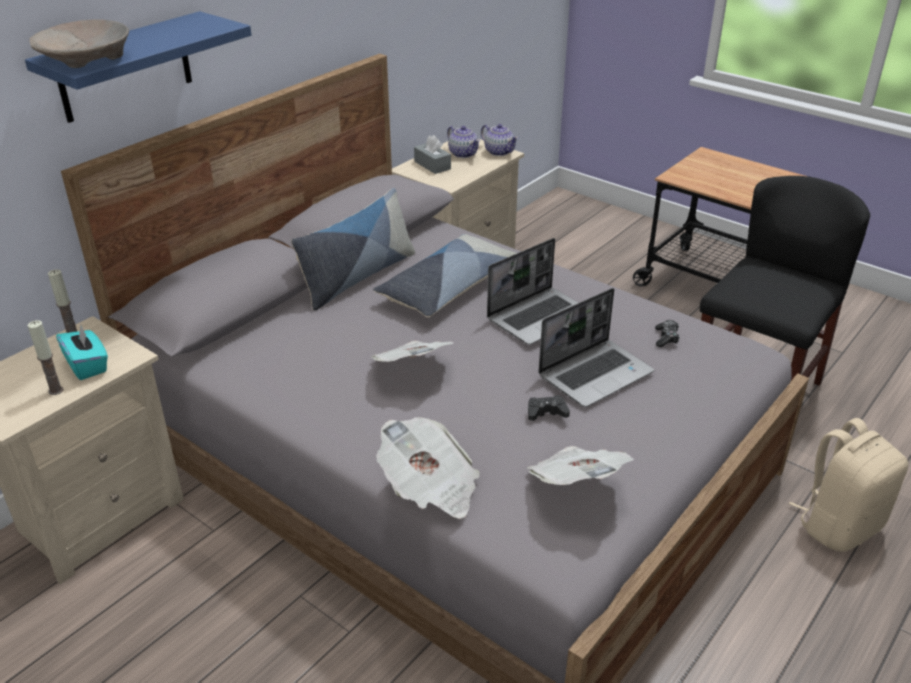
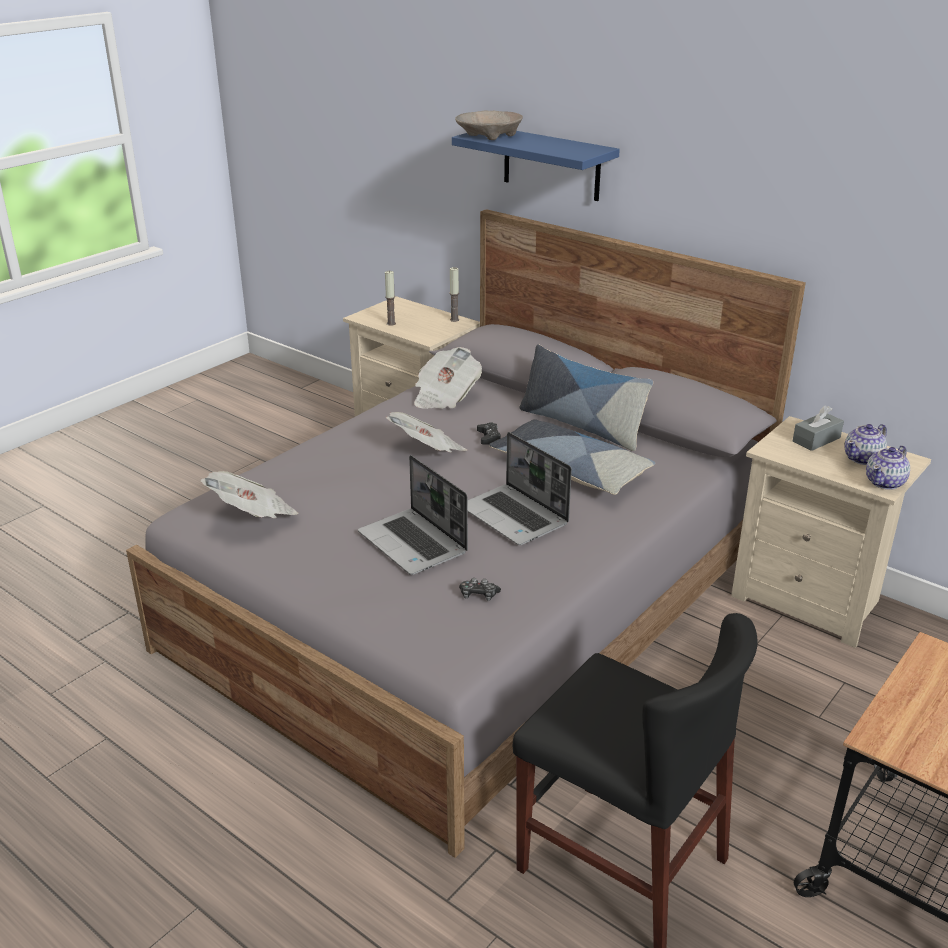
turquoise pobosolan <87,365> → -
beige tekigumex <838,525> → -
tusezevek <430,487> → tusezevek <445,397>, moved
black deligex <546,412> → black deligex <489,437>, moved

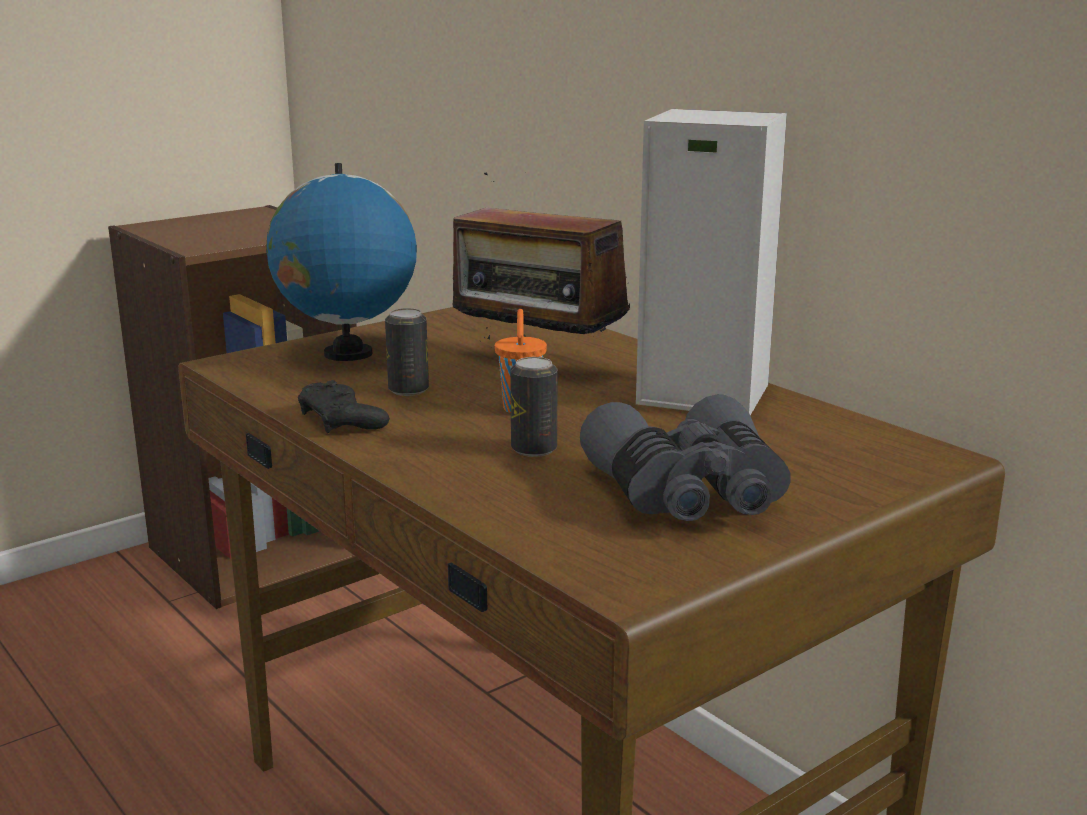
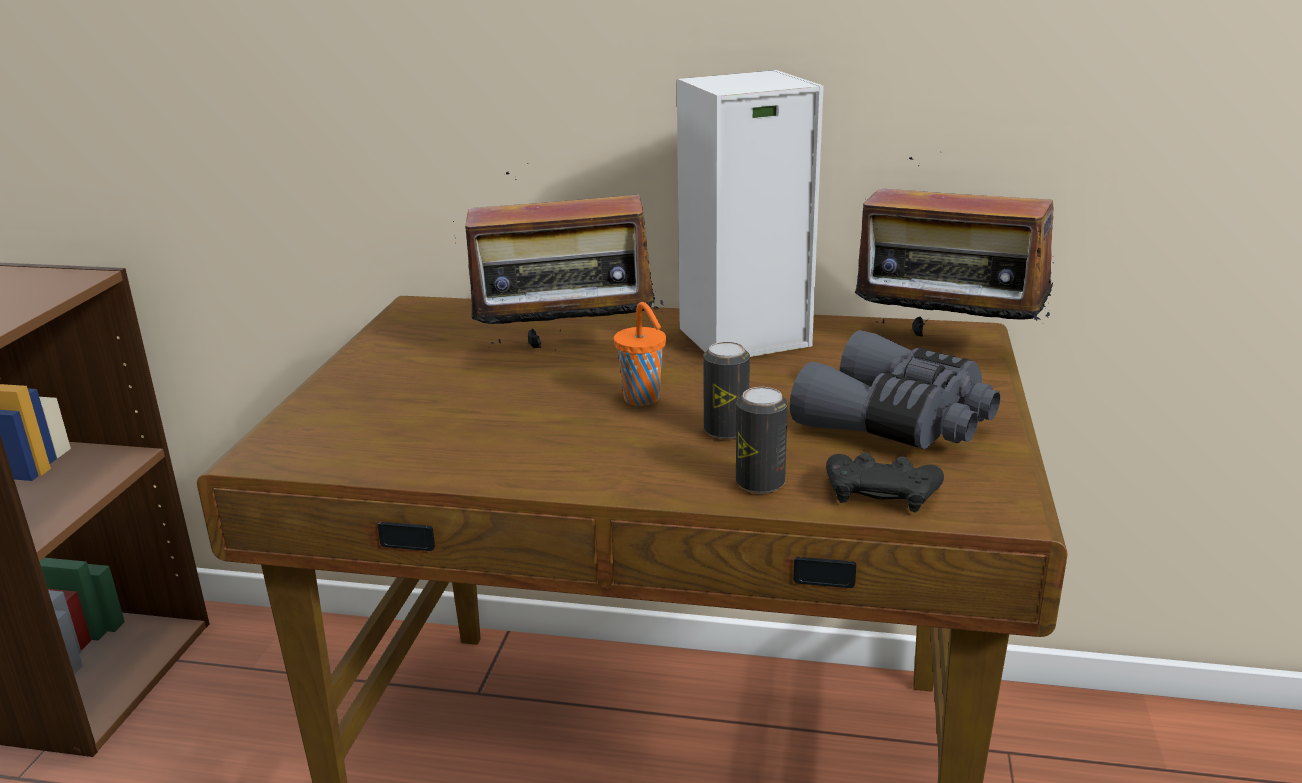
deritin <347,354> → -
- → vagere <945,347>
black deligex <342,420> → black deligex <881,493>, moved
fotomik <408,390> → fotomik <760,483>, moved

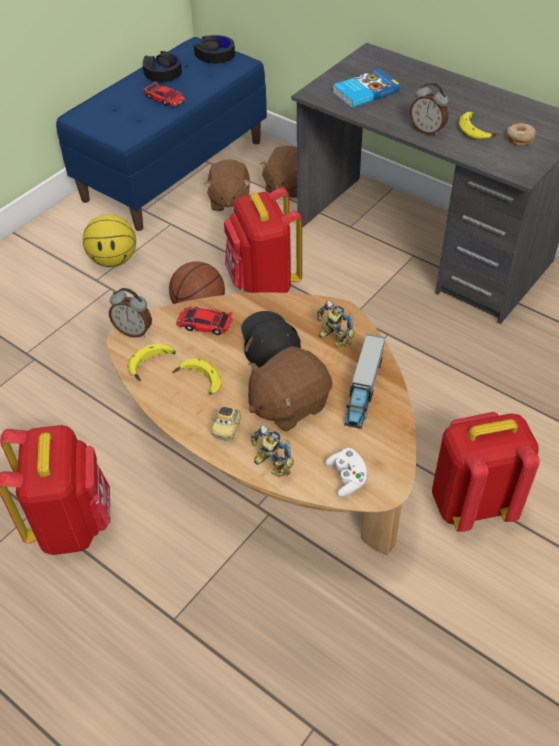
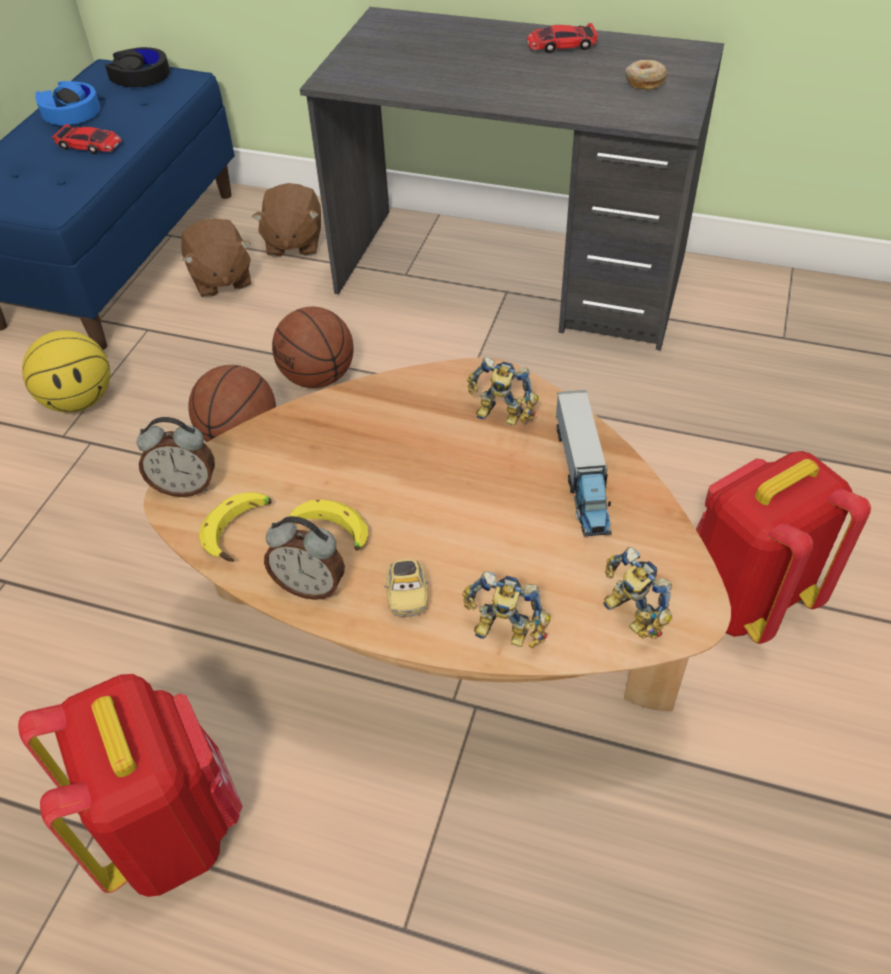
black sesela <269,342> → -
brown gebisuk <288,405> → -
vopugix <364,92> → -
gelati <477,130> → -
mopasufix <204,324> → mopasufix <561,45>, moved
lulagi <427,130> → lulagi <310,586>, moved
red tekigumex <263,283> → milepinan <318,377>
white deligex <347,478> → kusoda <628,615>
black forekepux <162,72> → blue forekepux <70,112>

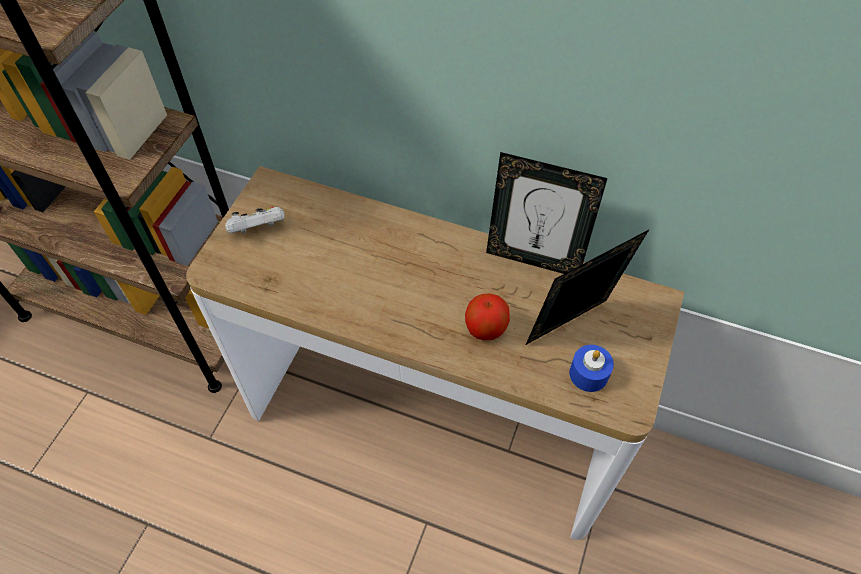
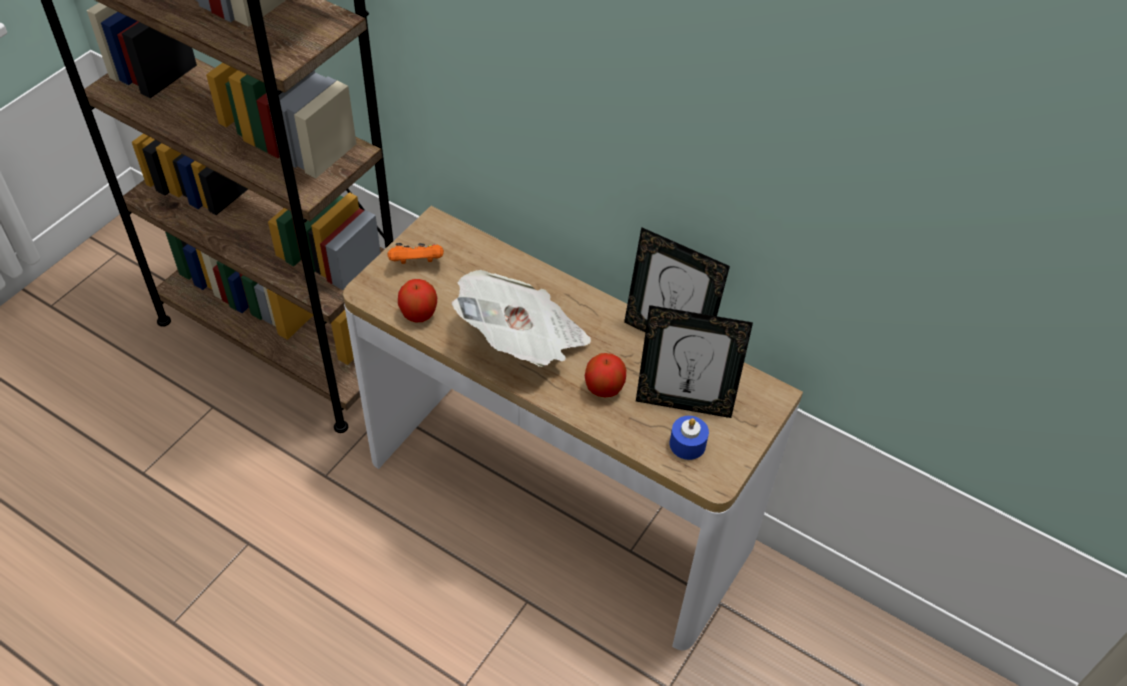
- → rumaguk <418,314>
- → tusezevek <523,341>
white deligex <258,230> → orange deligex <416,263>
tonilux <571,328> → tonilux <684,403>, 150 degrees counterclockwise

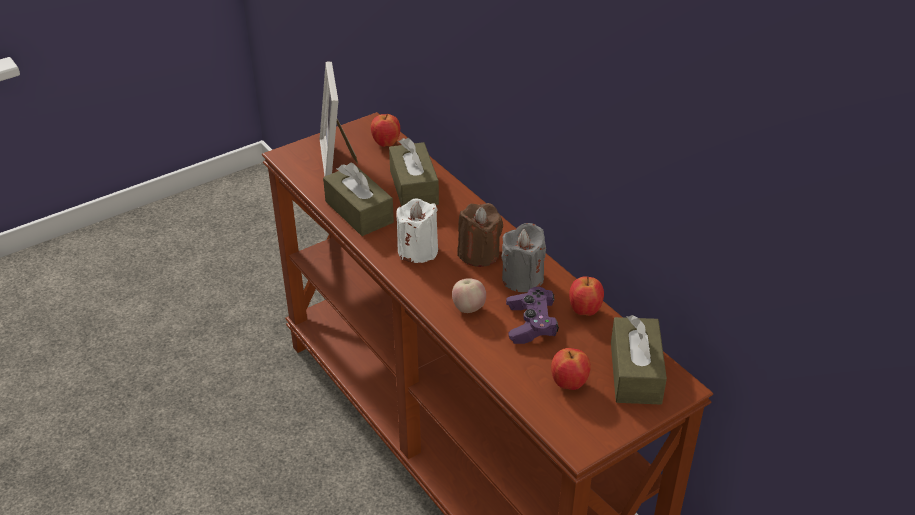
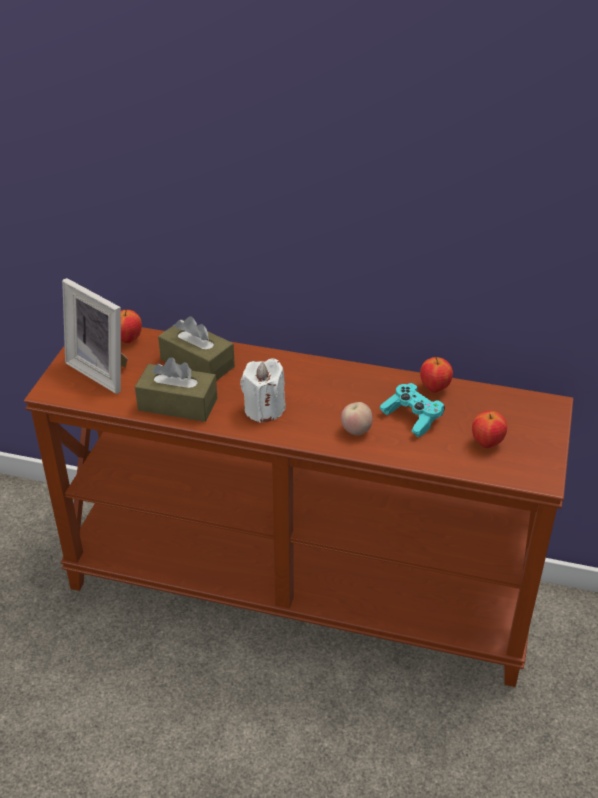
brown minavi <479,254> → -
grey minavi <522,279> → -
brown pobosolan <635,373> → -
purple deligex <531,324> → turquoise deligex <412,417>

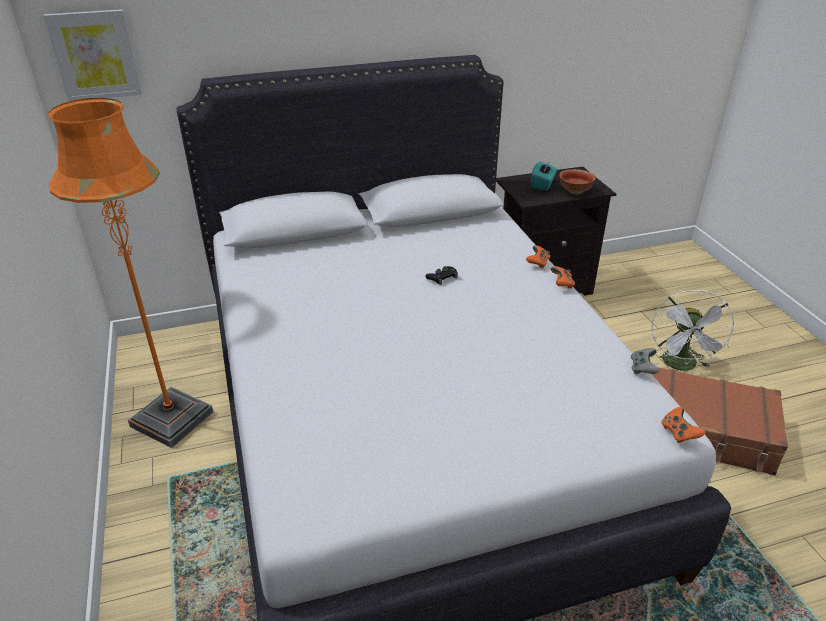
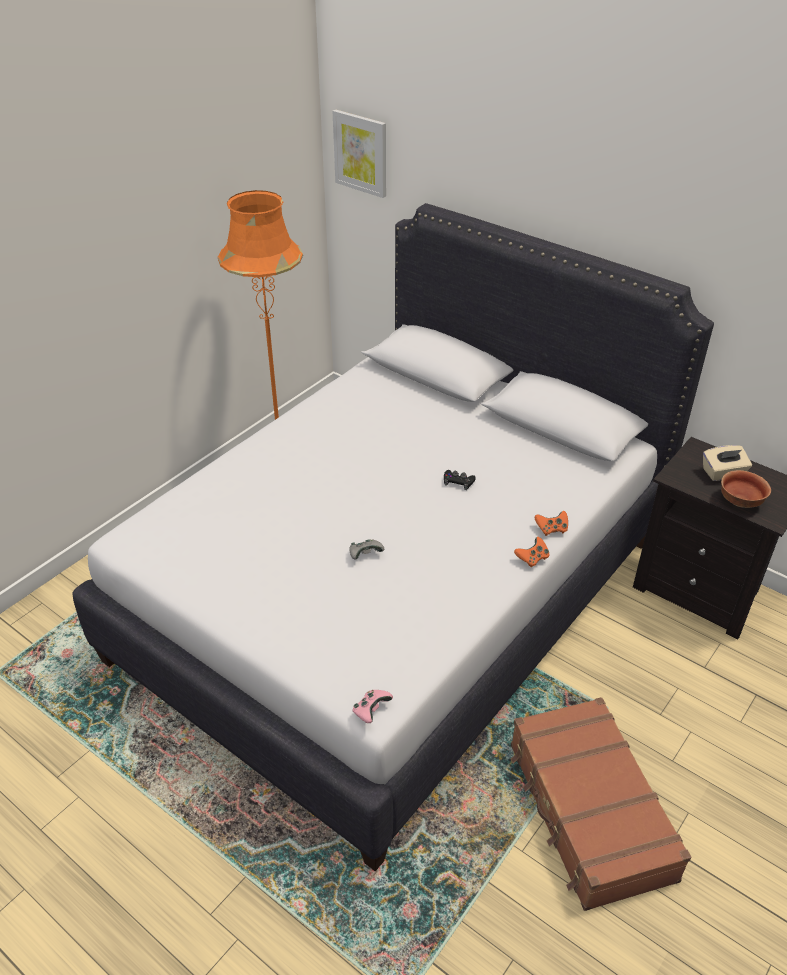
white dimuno <681,366> → -
grey deligex <642,368> → grey deligex <365,555>, moved
turquoise pobosolan <542,184> → beige pobosolan <723,473>
orange deligex <678,433> → pink deligex <371,711>

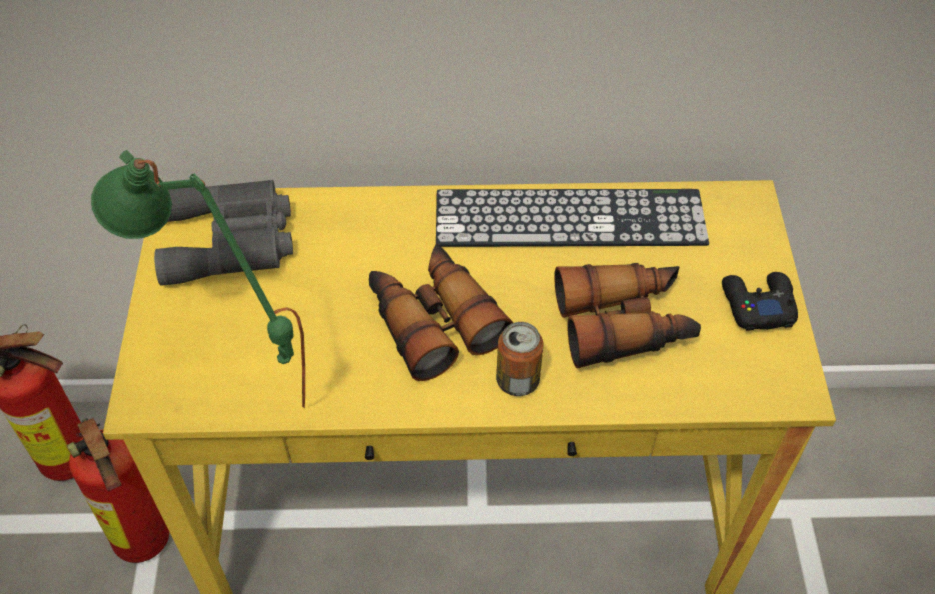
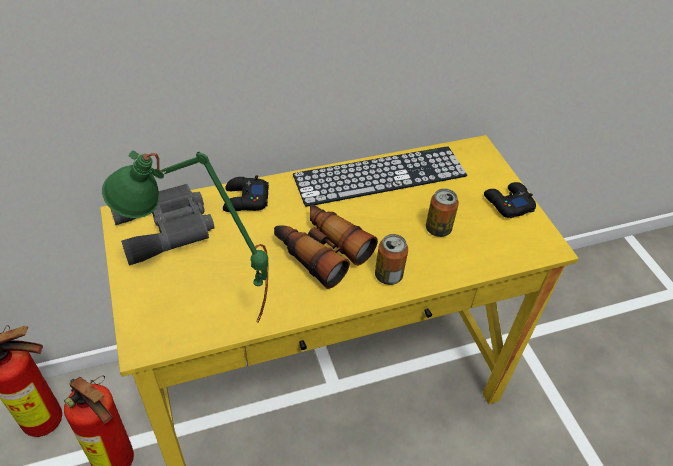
- → black deligex <245,200>
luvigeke <624,323> → fotomik <438,229>

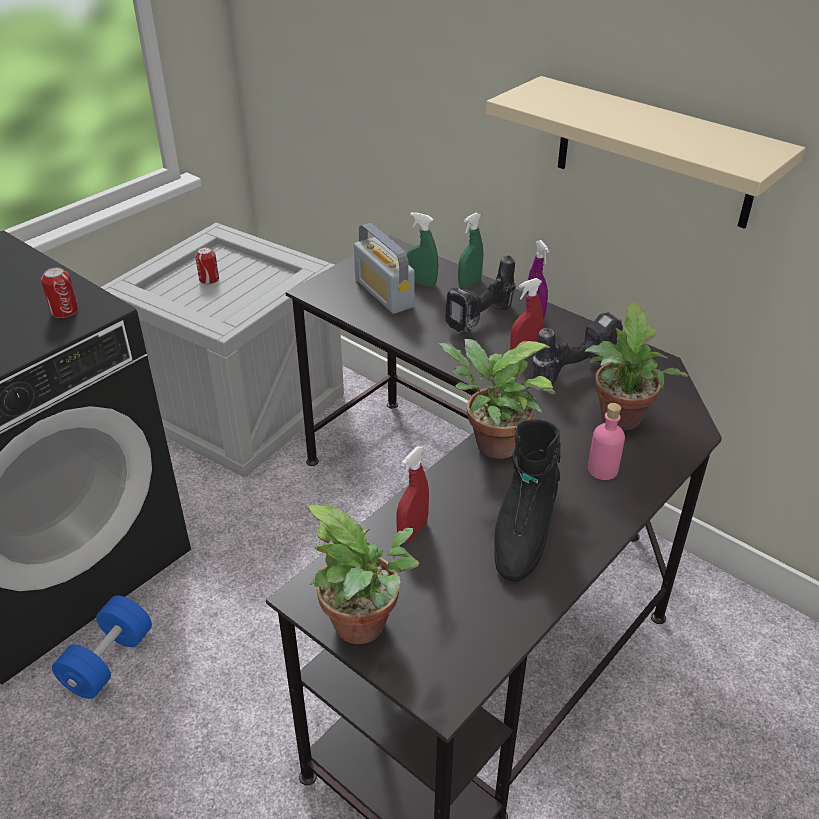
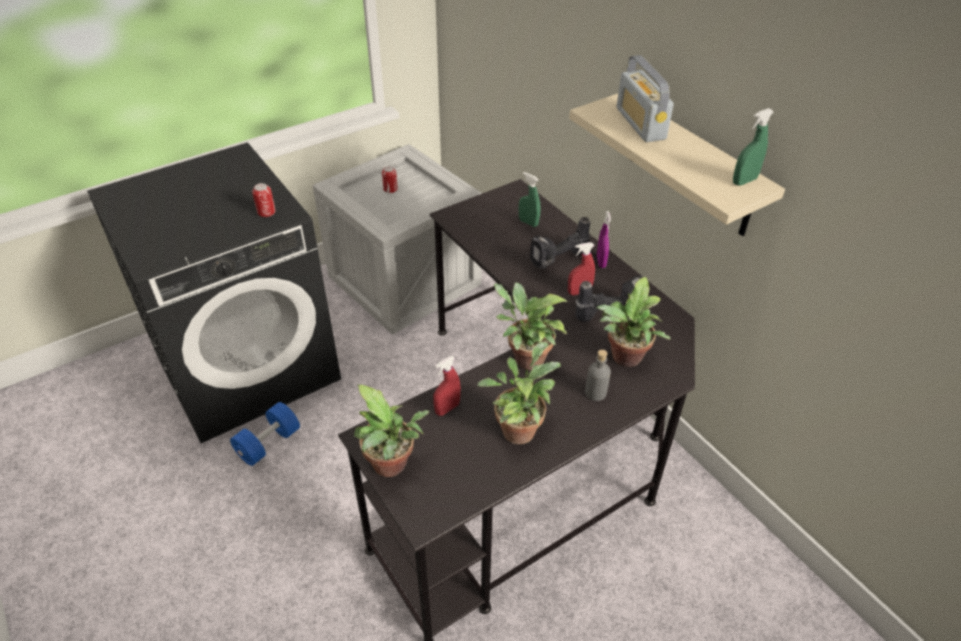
vagere <384,293> → vagere <640,123>, moved
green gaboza <469,283> → green gaboza <744,181>, moved
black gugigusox <522,535> → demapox <518,427>
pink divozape <602,469> → grey divozape <595,392>

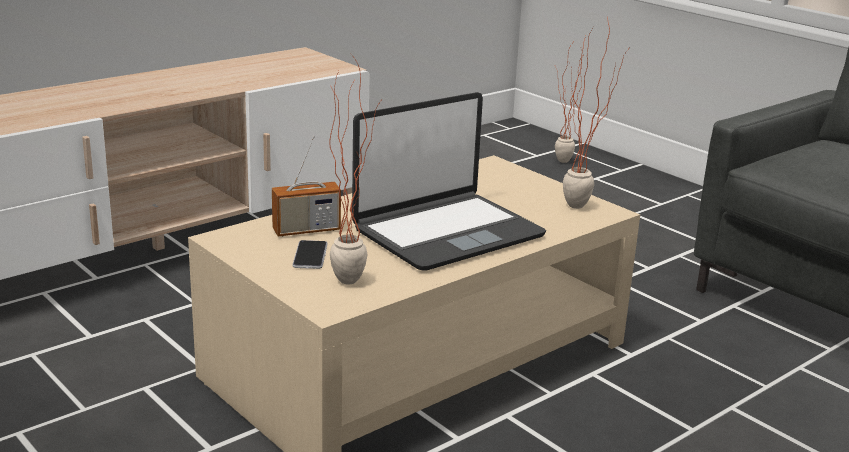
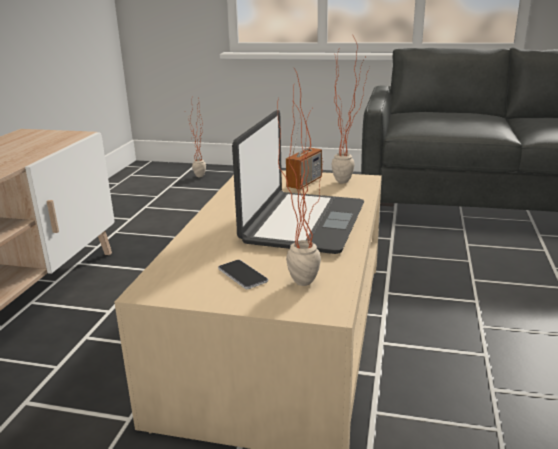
vagere <306,230> → vagere <304,183>, moved

